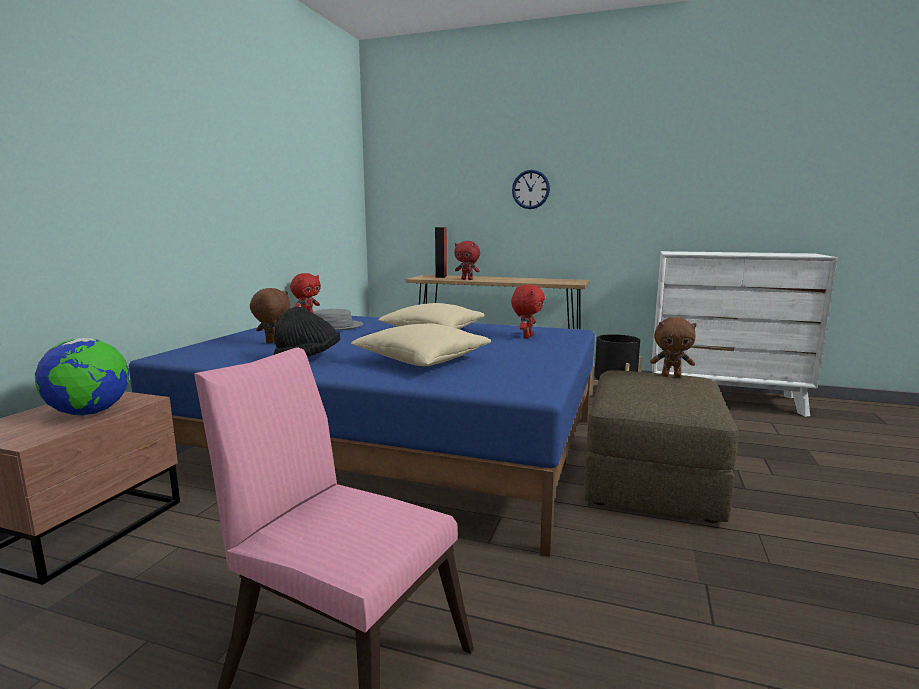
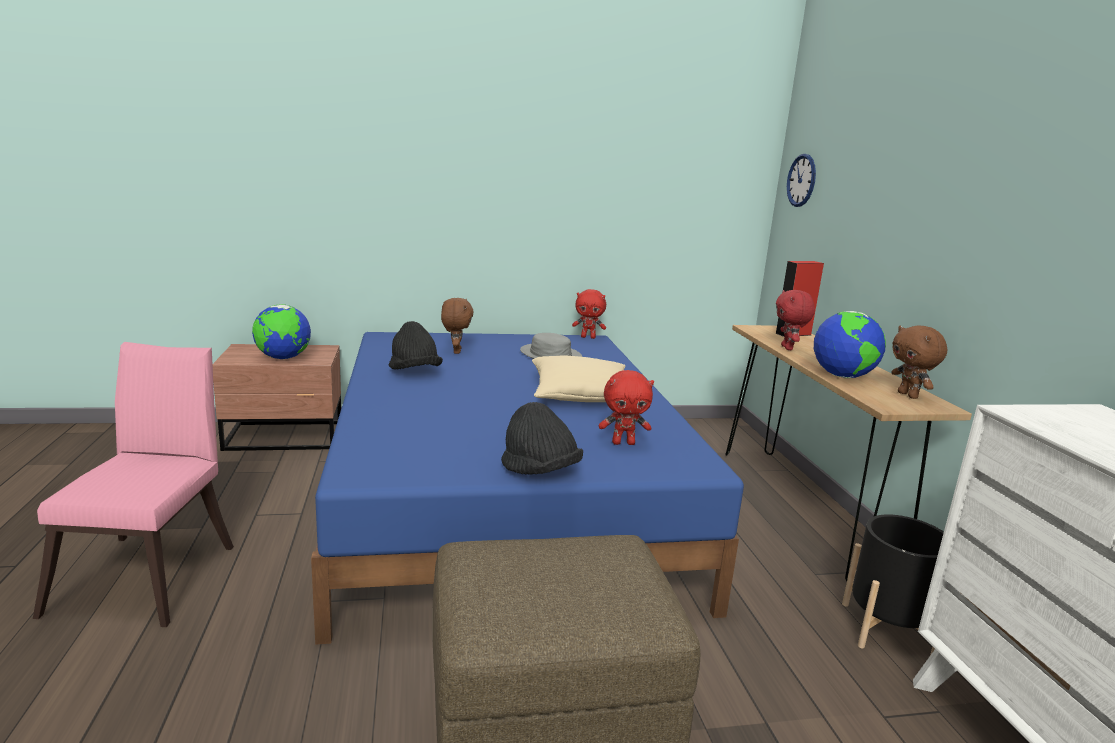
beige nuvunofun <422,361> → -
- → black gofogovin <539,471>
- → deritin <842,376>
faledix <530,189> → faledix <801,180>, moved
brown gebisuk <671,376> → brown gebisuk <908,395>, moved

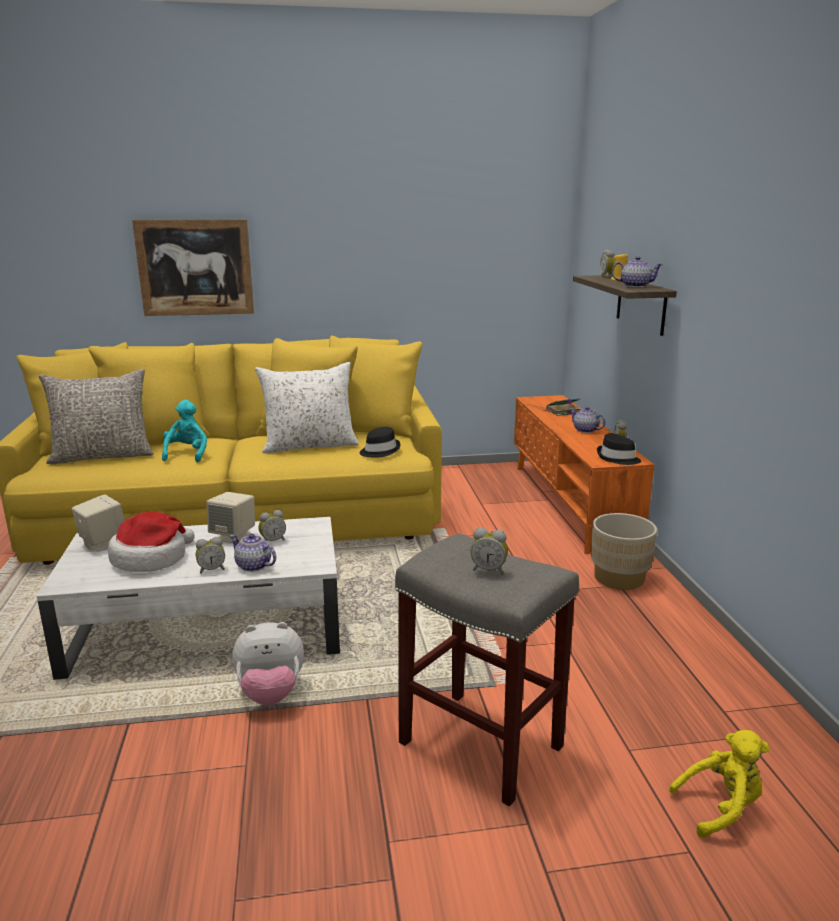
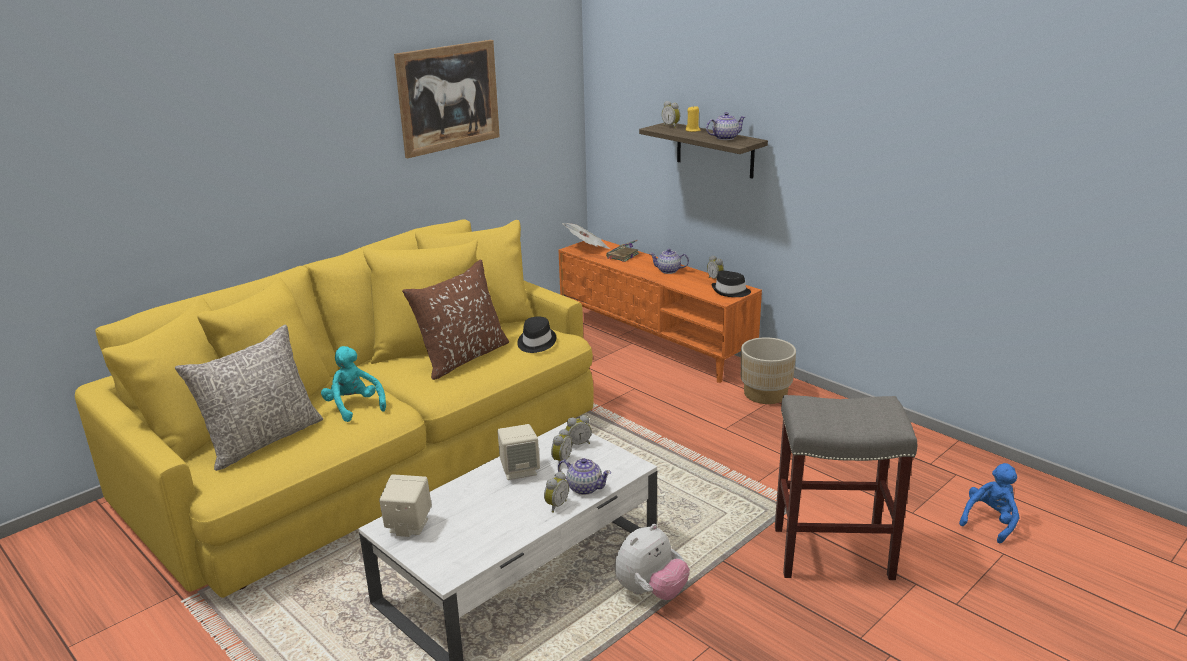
gofogovin <151,558> → -
- → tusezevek <587,247>
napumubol <195,267> → napumubol <448,97>, moved
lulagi <489,570> → lulagi <578,444>, moved
white nuvunofun <309,446> → brown nuvunofun <462,358>
yellow gebisuk <720,807> → blue gebisuk <990,522>
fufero <253,566> → fufero <584,488>, 150 degrees counterclockwise

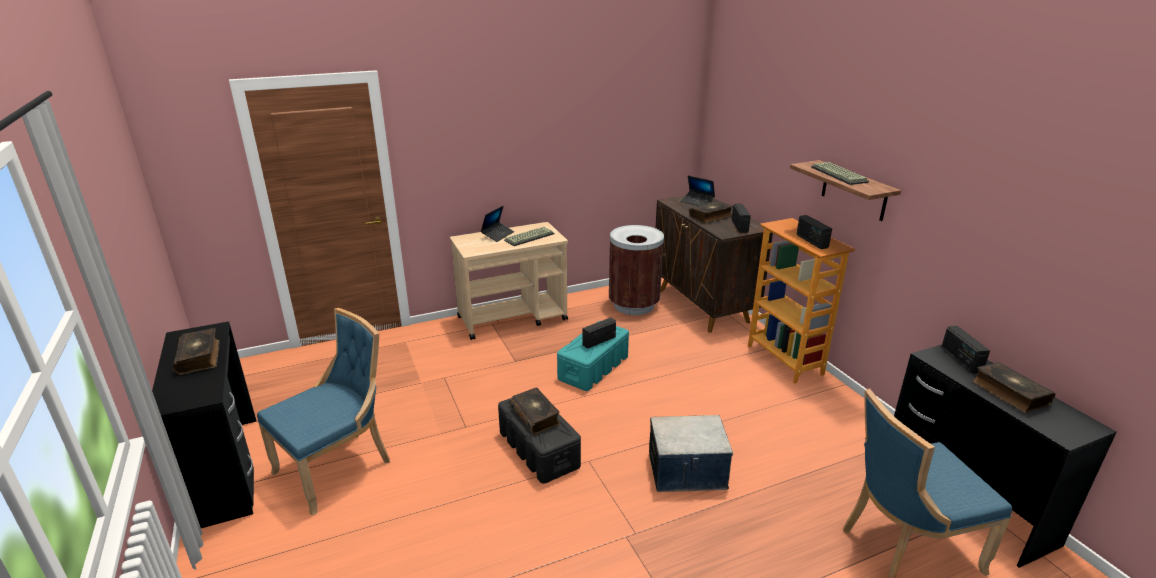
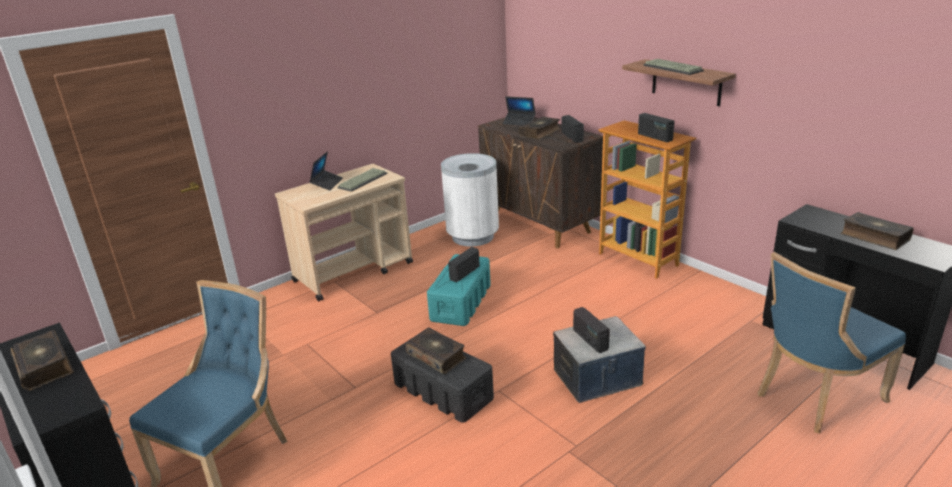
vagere <960,360> → vagere <590,340>, moved
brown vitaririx <633,305> → white vitaririx <472,236>

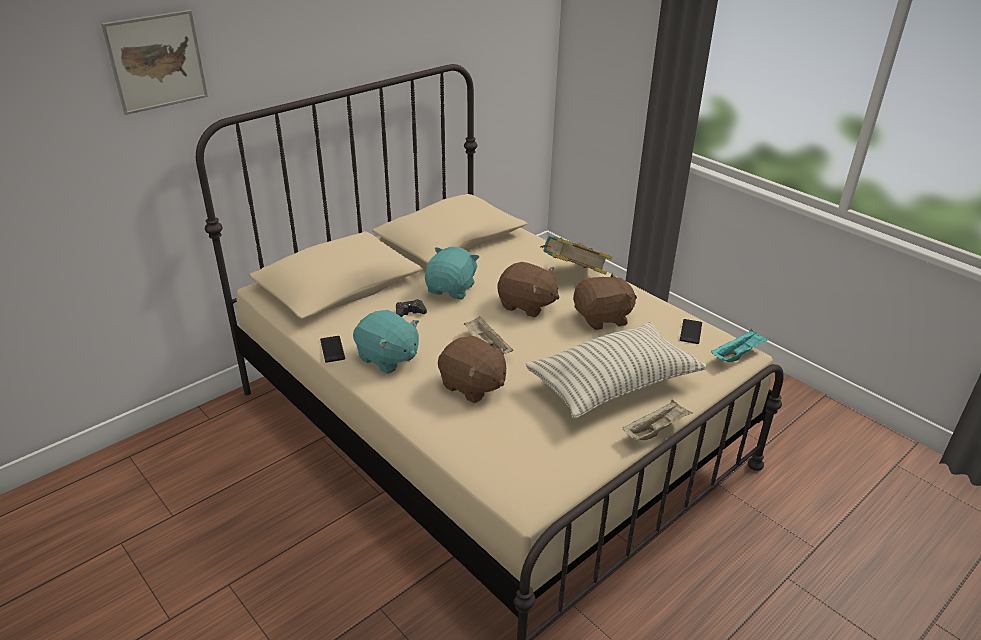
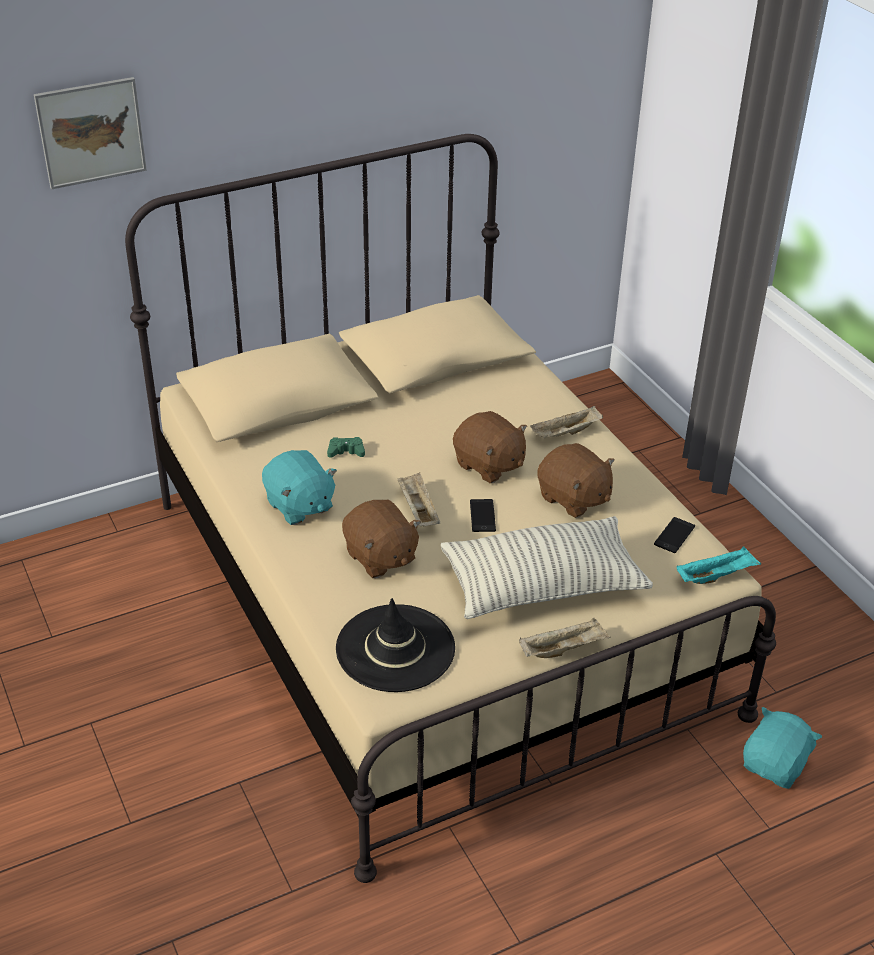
- → black gofogovin <395,649>
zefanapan <332,349> → zefanapan <482,516>, moved
turquoise gebisuk <452,289> → turquoise gebisuk <775,765>, moved
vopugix <573,275> → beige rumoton <565,433>
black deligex <410,312> → green deligex <346,451>
brown gebisuk <602,318> → brown gebisuk <573,498>, 45 degrees clockwise

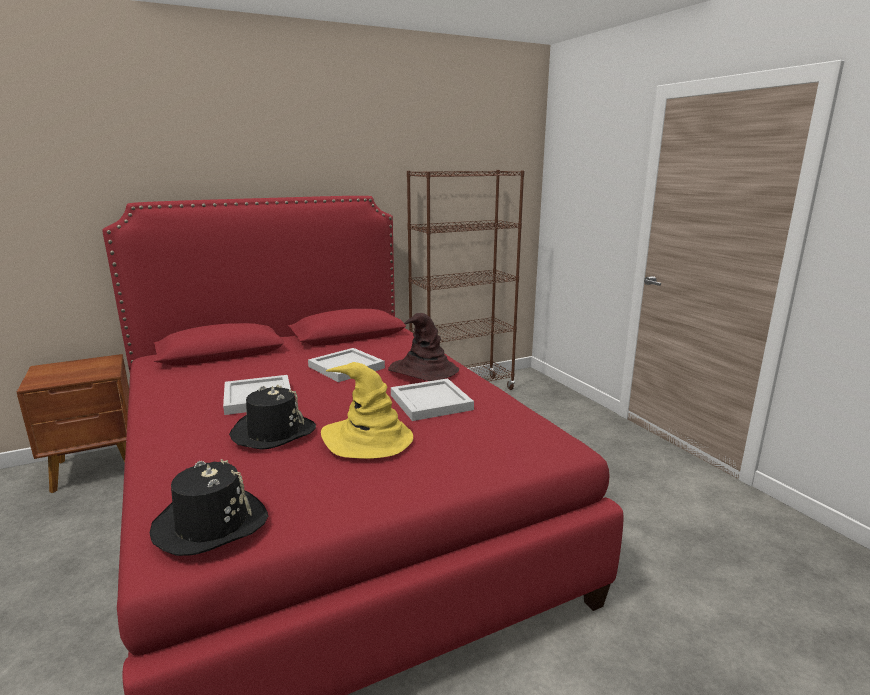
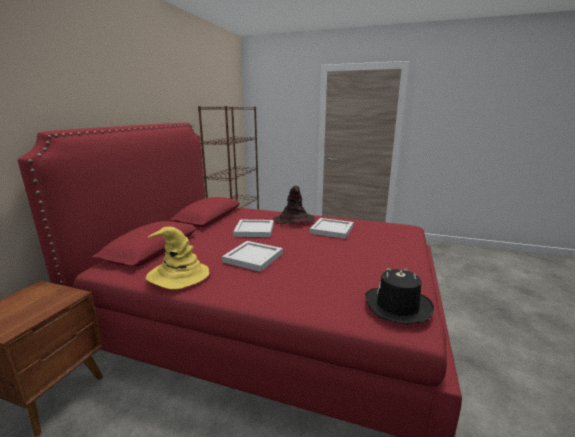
black gofogovin <273,432> → -
yellow gofogovin <368,438> → yellow gofogovin <178,276>, moved

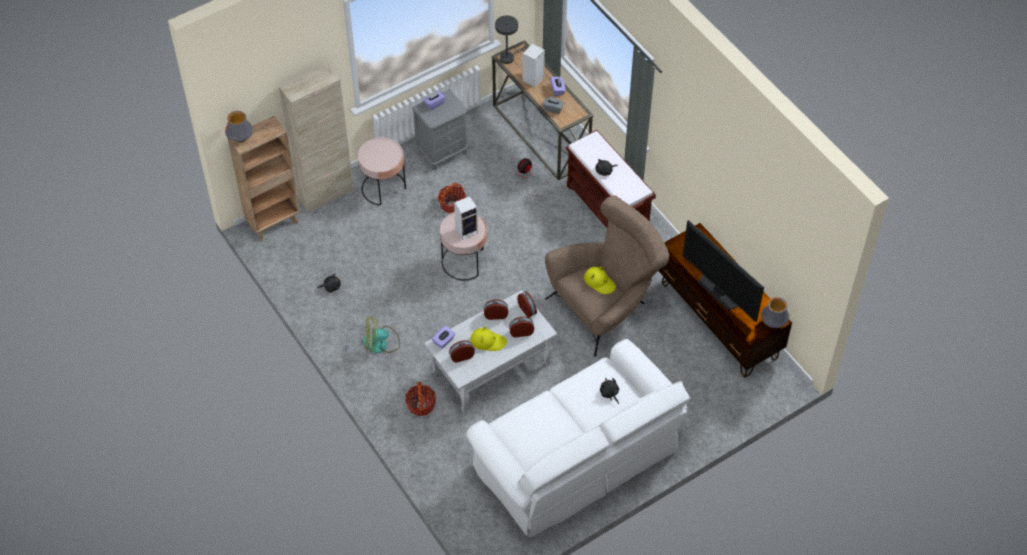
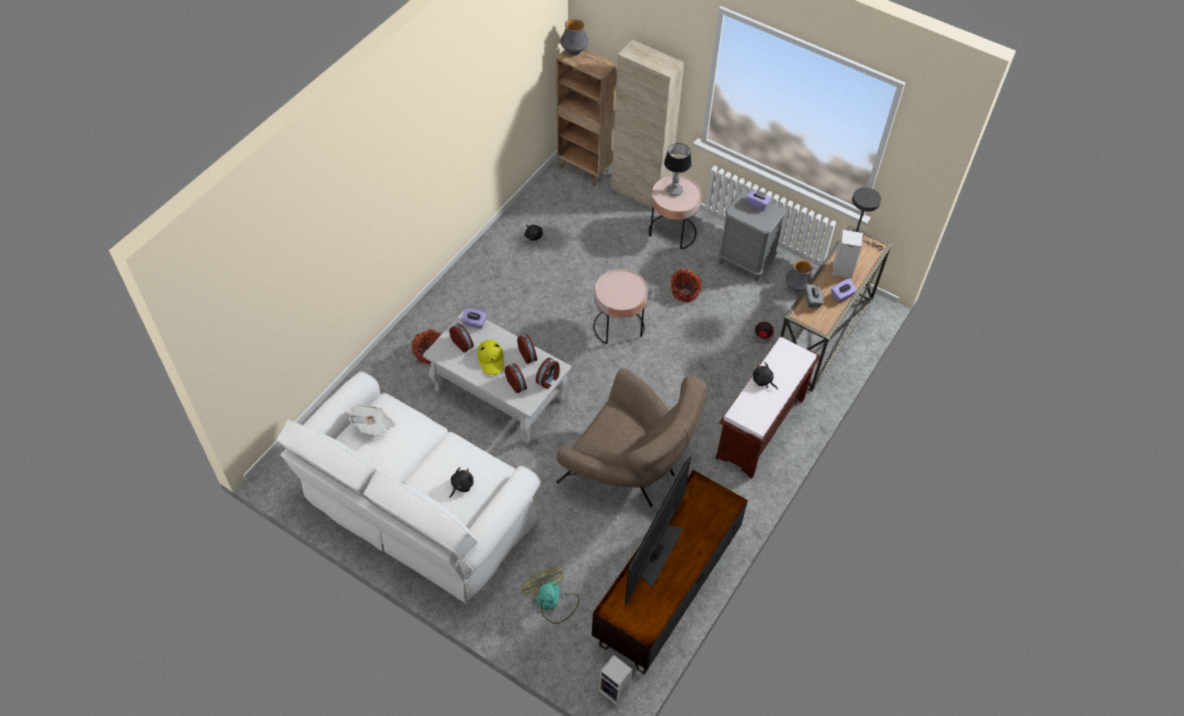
yellow gofogovin <599,282> → -
- → tusezevek <373,426>
- → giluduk <674,191>
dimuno <381,343> → dimuno <552,602>, moved
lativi <467,230> → lativi <615,690>, moved
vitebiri <773,323> → vitebiri <797,288>, moved

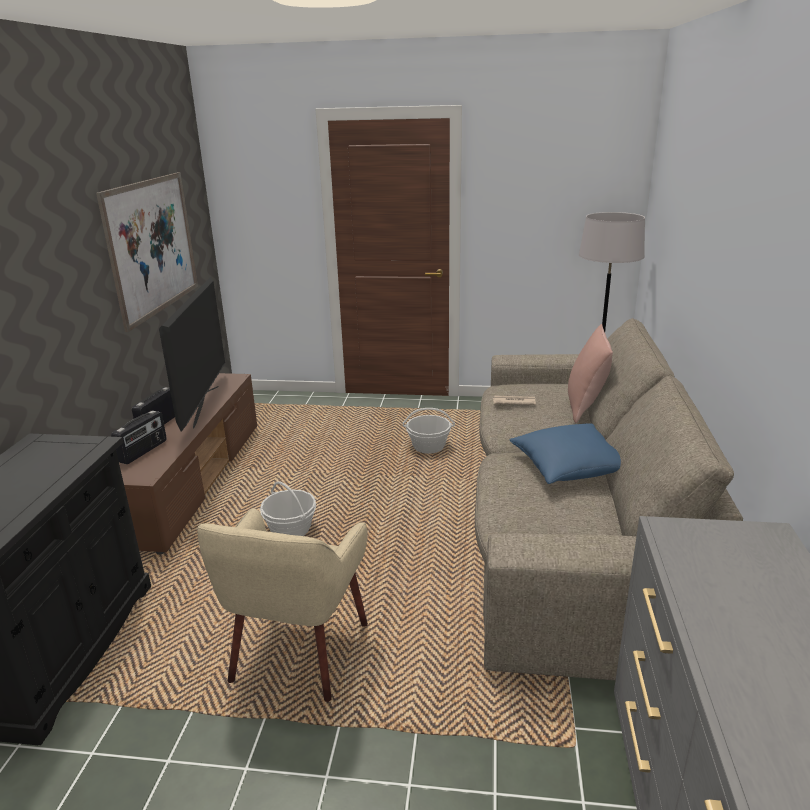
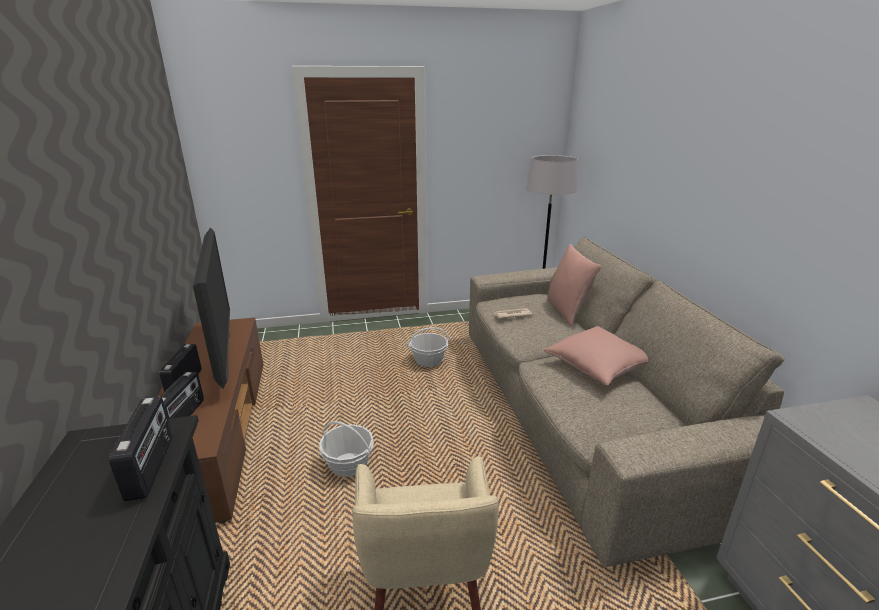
napumubol <153,246> → -
- → vagere <152,467>
blue nuvunofun <570,467> → pink nuvunofun <598,366>

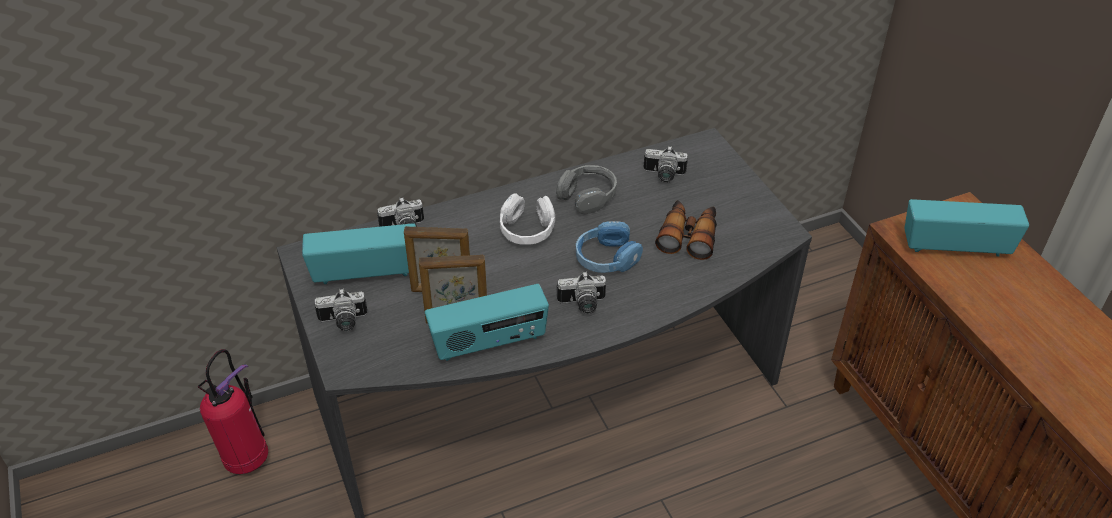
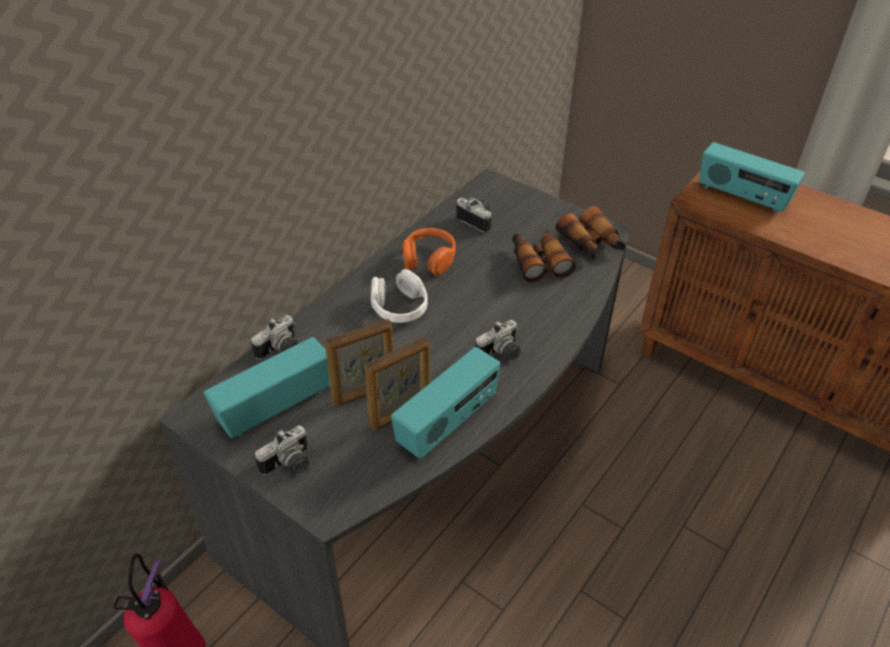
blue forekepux <606,258> → -
- → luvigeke <591,244>
grey forekepux <588,196> → orange forekepux <429,259>
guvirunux <663,175> → guvirunux <478,220>, 120 degrees counterclockwise
vagere <955,246> → vagere <742,197>, 120 degrees counterclockwise

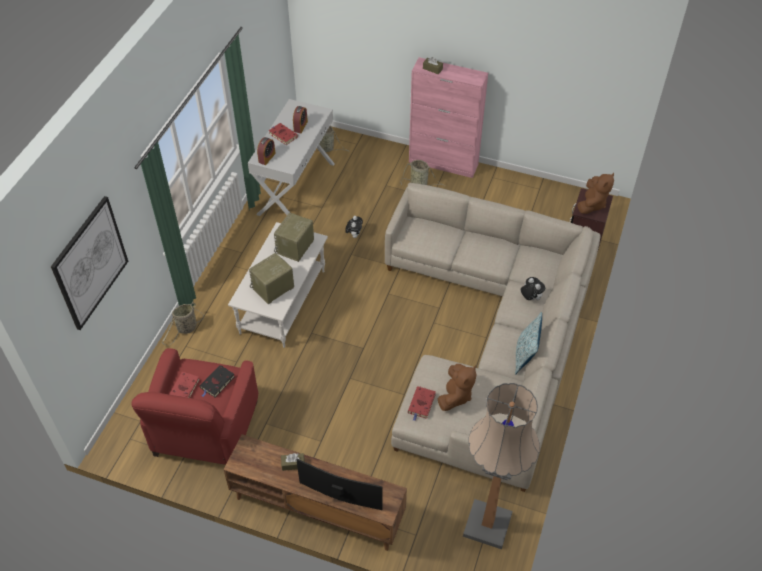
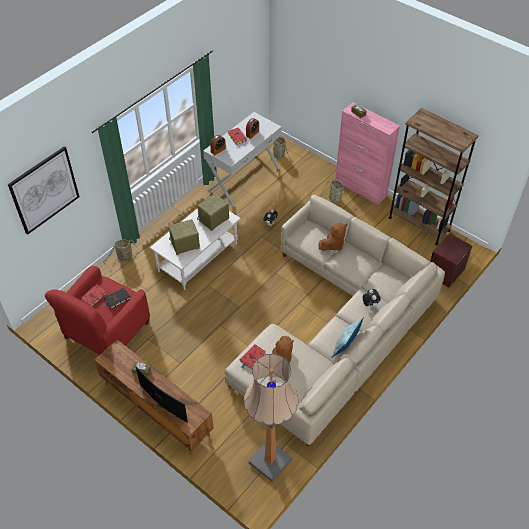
- → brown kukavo <419,224>
brown gebisuk <592,204> → brown gebisuk <332,244>, moved

